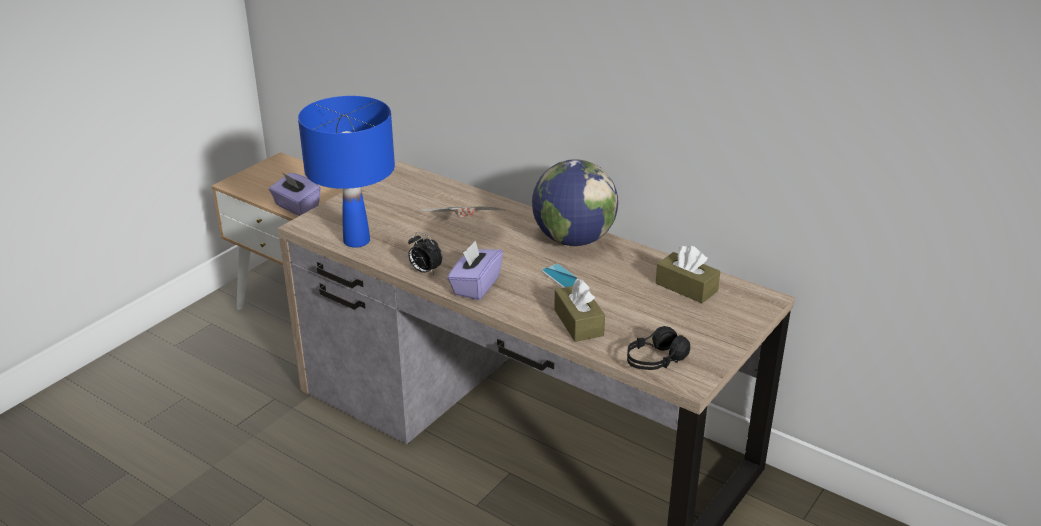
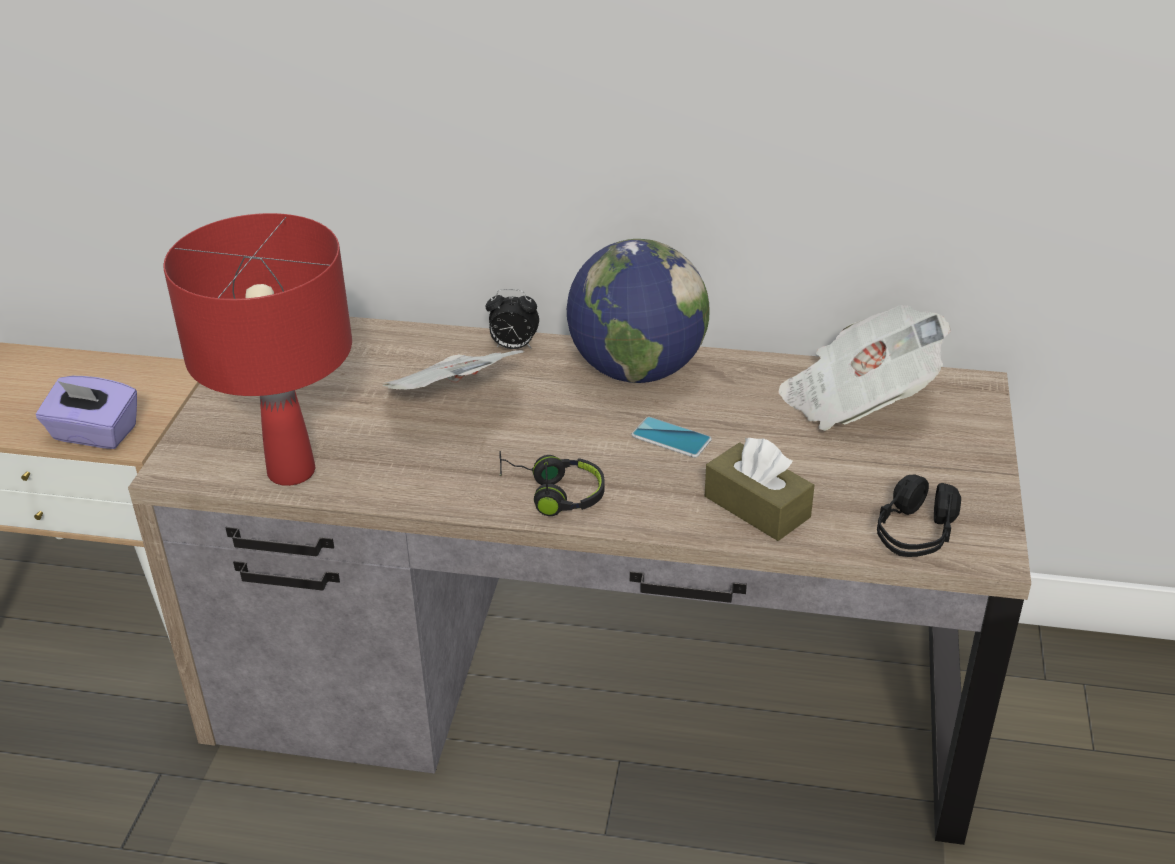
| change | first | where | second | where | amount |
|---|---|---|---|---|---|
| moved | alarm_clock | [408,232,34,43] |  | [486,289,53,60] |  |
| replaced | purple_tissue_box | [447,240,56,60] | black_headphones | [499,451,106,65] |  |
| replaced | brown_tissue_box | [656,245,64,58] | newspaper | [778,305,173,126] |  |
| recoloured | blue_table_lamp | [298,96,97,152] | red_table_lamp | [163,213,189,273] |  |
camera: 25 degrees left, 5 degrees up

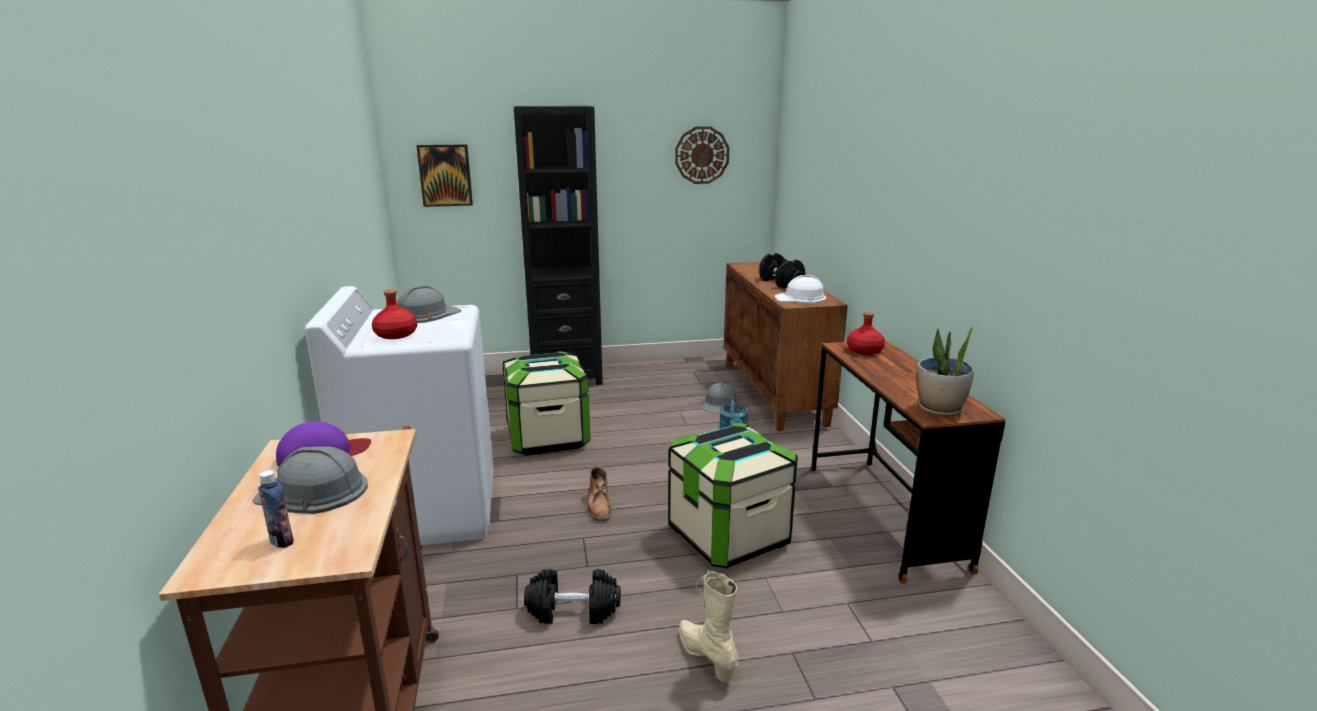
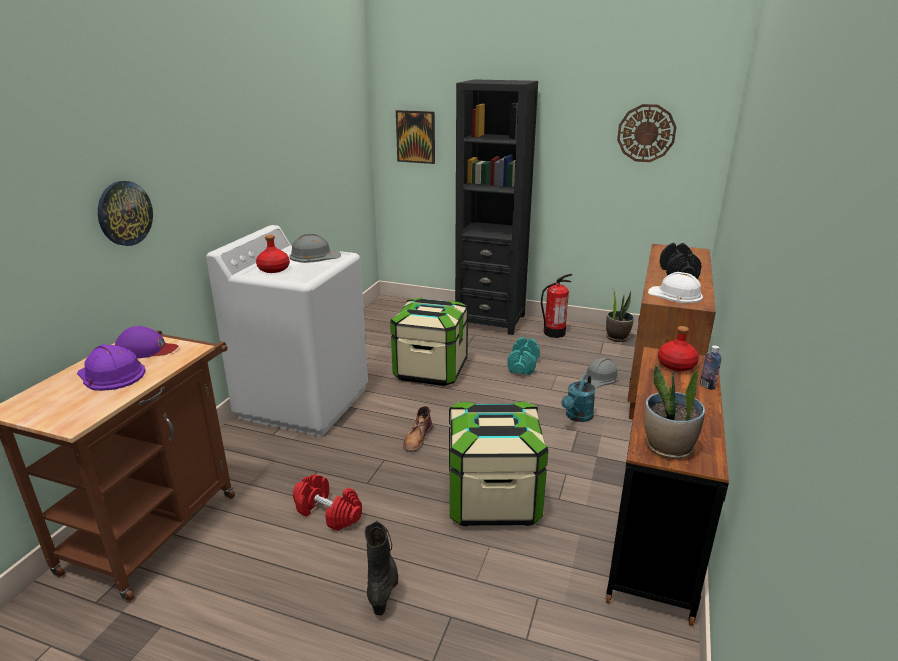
| change | first | where | second | where | amount |
|---|---|---|---|---|---|
| added |  |  | wall_clock | [98,181,55,65] |  |
| added |  |  | turquoise_dumbbell | [507,337,33,38] |  |
| added |  |  | fire_extinguisher | [541,274,31,64] |  |
| added |  |  | potted_plant | [606,289,28,53] |  |
| moved | bottle | [258,470,36,78] |  | [700,345,21,45] |  |
| recoloured | grey_hard_hat | [252,446,116,68] | purple_hard_hat | [77,344,69,47] |  |
| recoloured | black_dumbbell | [524,569,97,55] | red_dumbbell | [293,475,69,56] |  |
| recoloured | beige_boot | [679,571,60,111] | black_boot | [365,521,33,94] |  |
camera: 30 degrees right, 5 degrees up

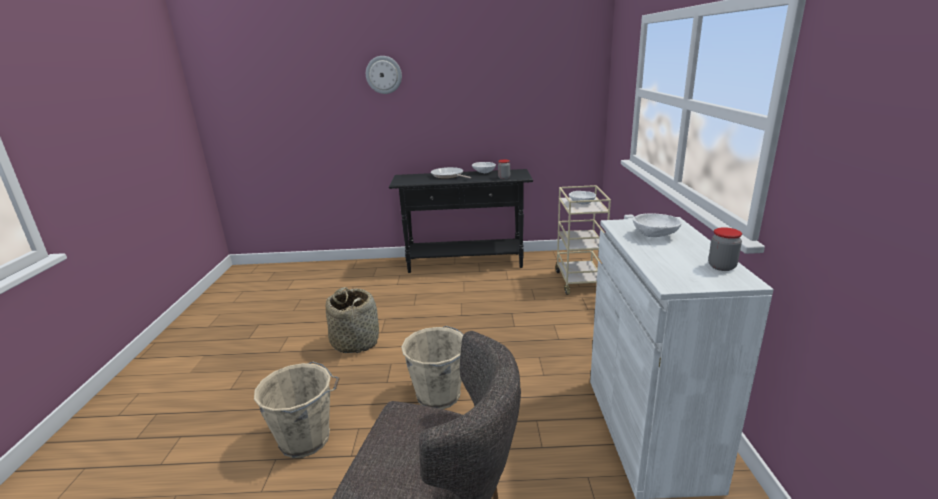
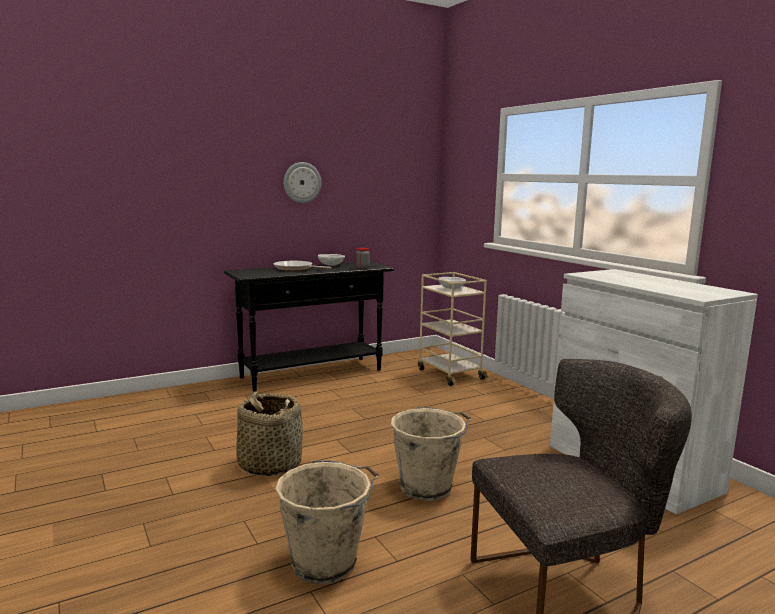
| change | first | where | second | where | amount |
|---|---|---|---|---|---|
| removed | white_bowl | [633,213,49,24] |  |  |  |
| removed | jar | [708,227,34,44] |  |  |  |
| moved | wall_clock | [366,56,36,38] |  | [284,162,37,41] |  |
camera: 30 degrees left, 10 degrees down

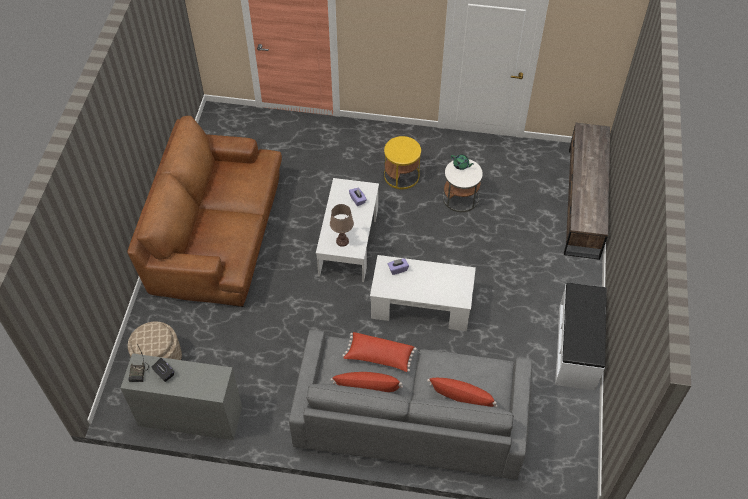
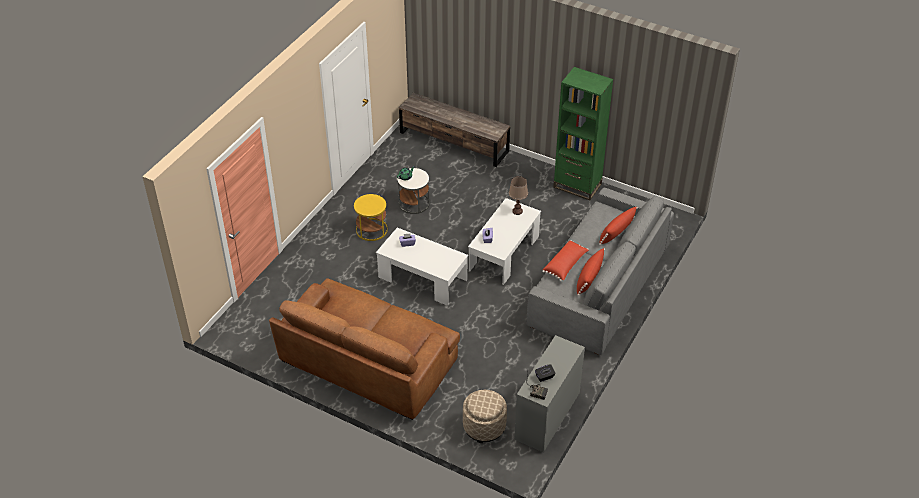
| change | first | where | second | where | amount |
|---|---|---|---|---|---|
| moved | brown_table_lamp | [330,204,24,43] |  | [509,176,19,39] |  |
| replaced | white_bench | [555,282,52,109] | green_bookcase | [553,67,60,133] |  |
camera: 70 degrees left, 10 degrees down

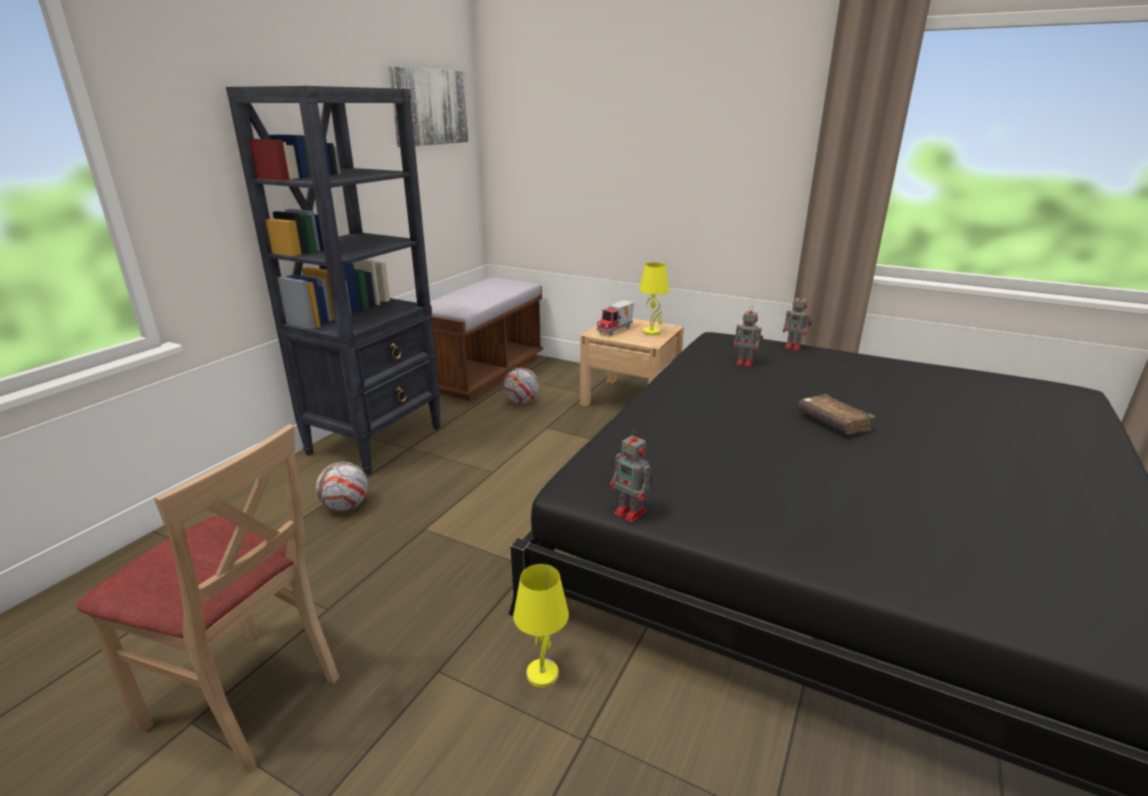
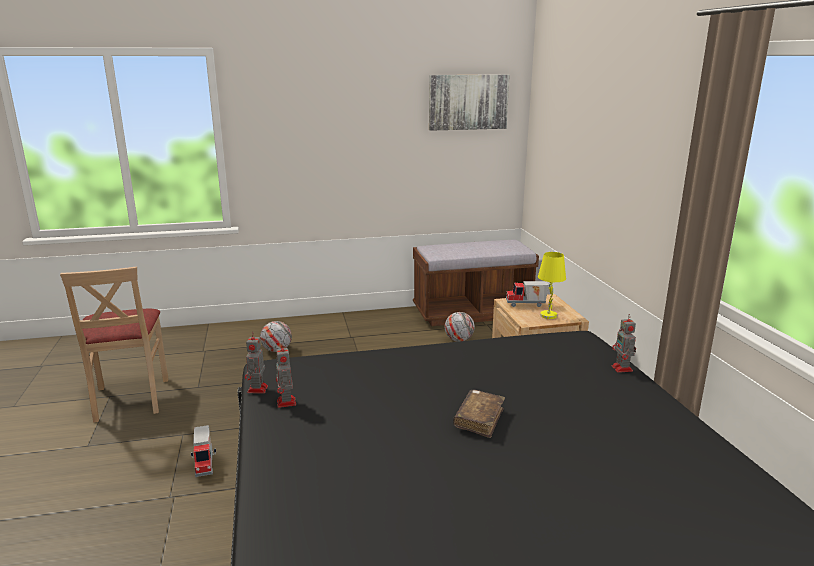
| change | first | where | second | where | amount |
|---|---|---|---|---|---|
| removed | black_bookcase | [226,86,215,389] |  |  |  |
| moved | toy_robot | [733,305,30,62] |  | [276,346,20,62] |  |
| replaced | yellow_table_lamp | [513,564,56,124] | toy_truck | [191,425,25,52] |  |
camera: 50 degrees right, 5 degrees down

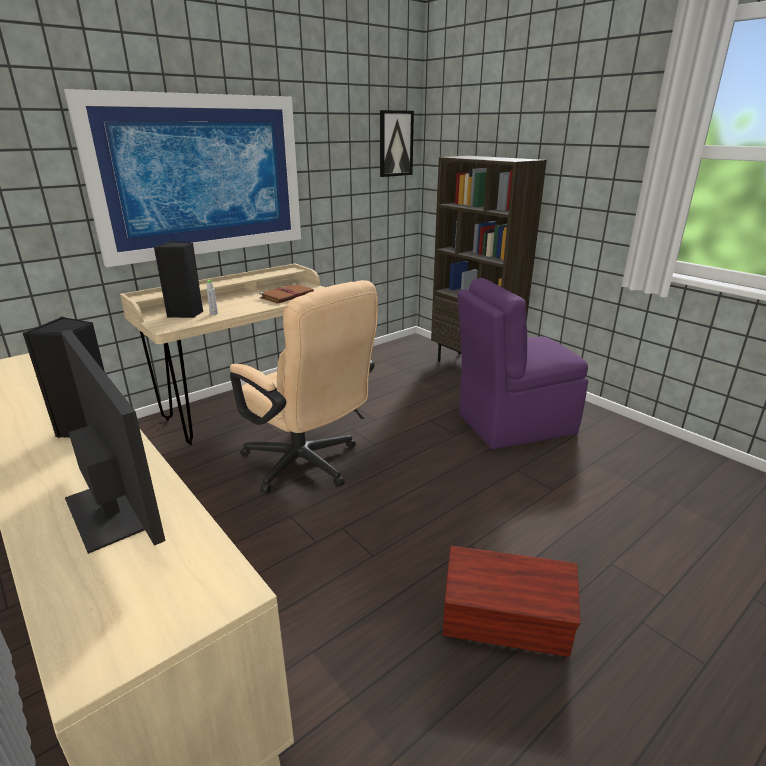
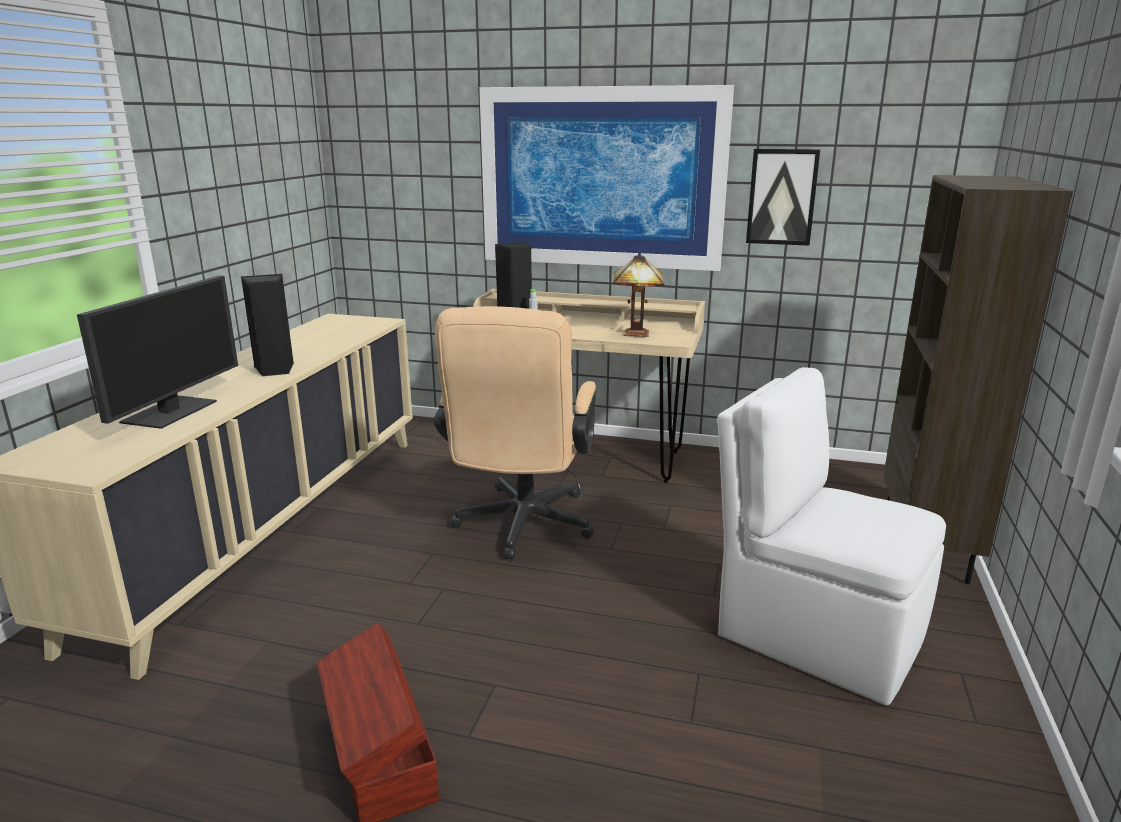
| change | first | where | second | where | amount |
|---|---|---|---|---|---|
| moved | picture | [380,110,34,67] |  | [746,149,74,97] |  |
| replaced | brown_book | [259,283,55,21] | table_lamp | [613,253,52,84] |  |
| recoloured | purple_chair | [457,278,131,171] | white_chair | [717,367,229,338] |  |
camera: 55 degrees right, 5 degrees down

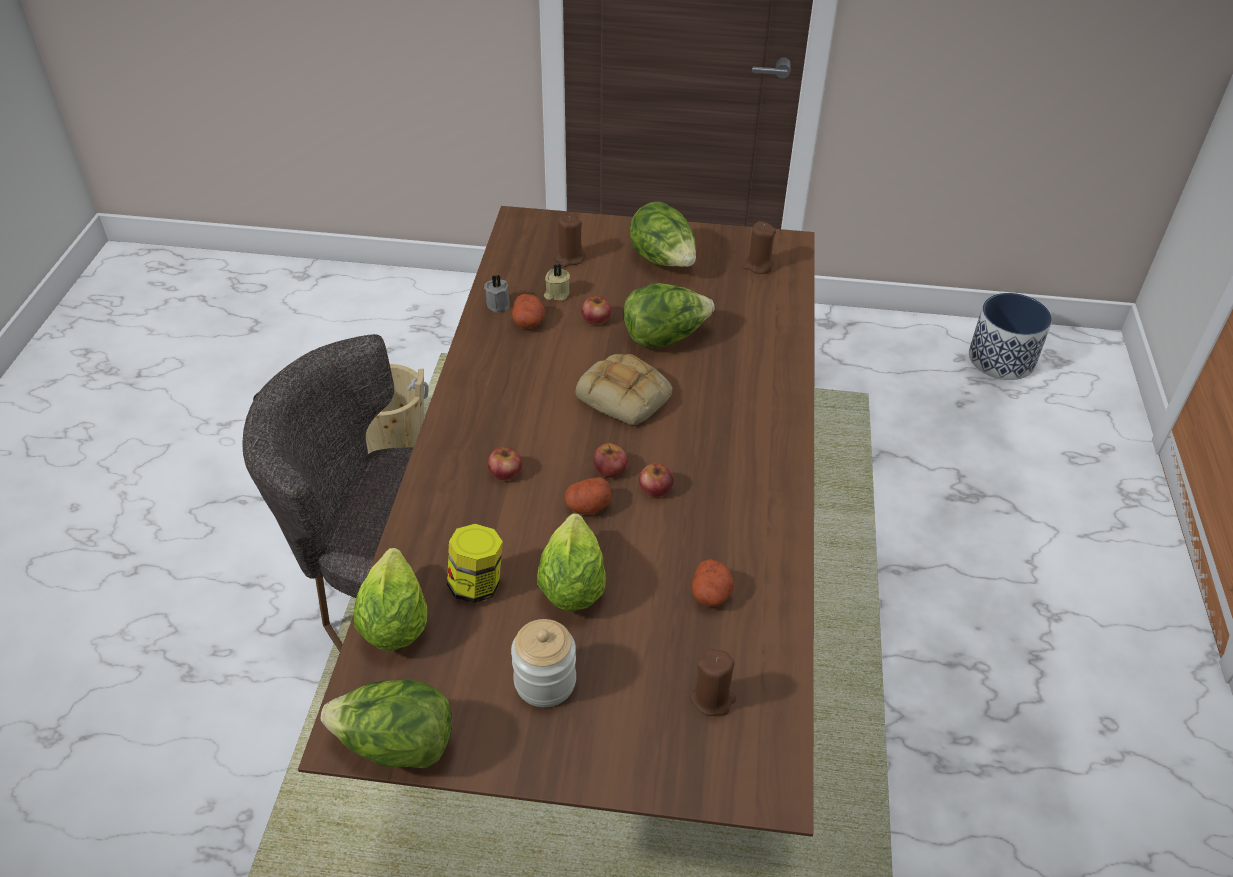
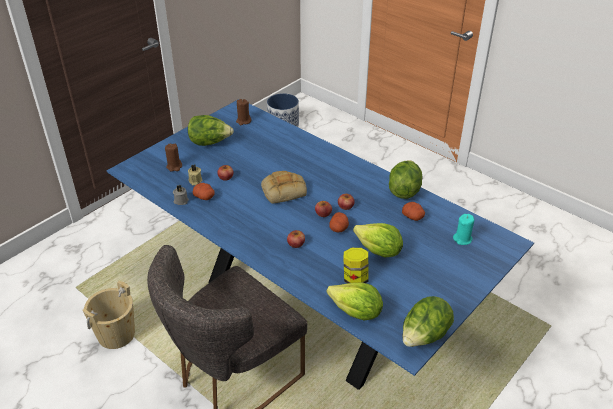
| change | first | where | second | where | amount |
|---|---|---|---|---|---|
| removed | jar | [511,619,65,88] |  |  |  |
| moved | lettuce | [624,283,91,65] |  | [389,160,34,39] |  |
| recoloured | brown_dining_table | [298,206,517,631] | blue_dining_table | [106,99,428,291] |  |
| recoloured | brown_candle | [689,649,47,67] | turquoise_candle | [453,214,21,31] |  |
camera: 55 degrees left, 5 degrees down

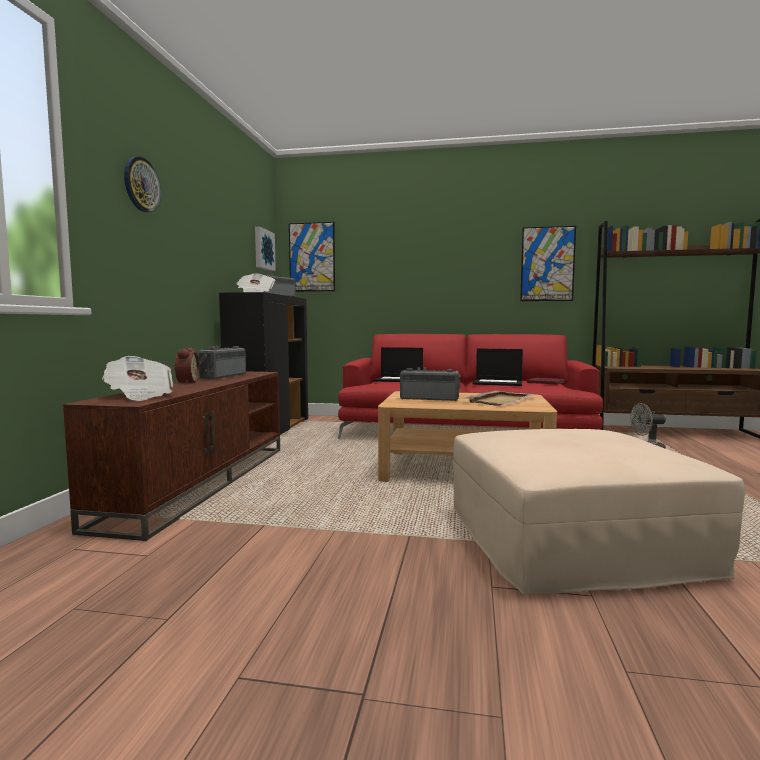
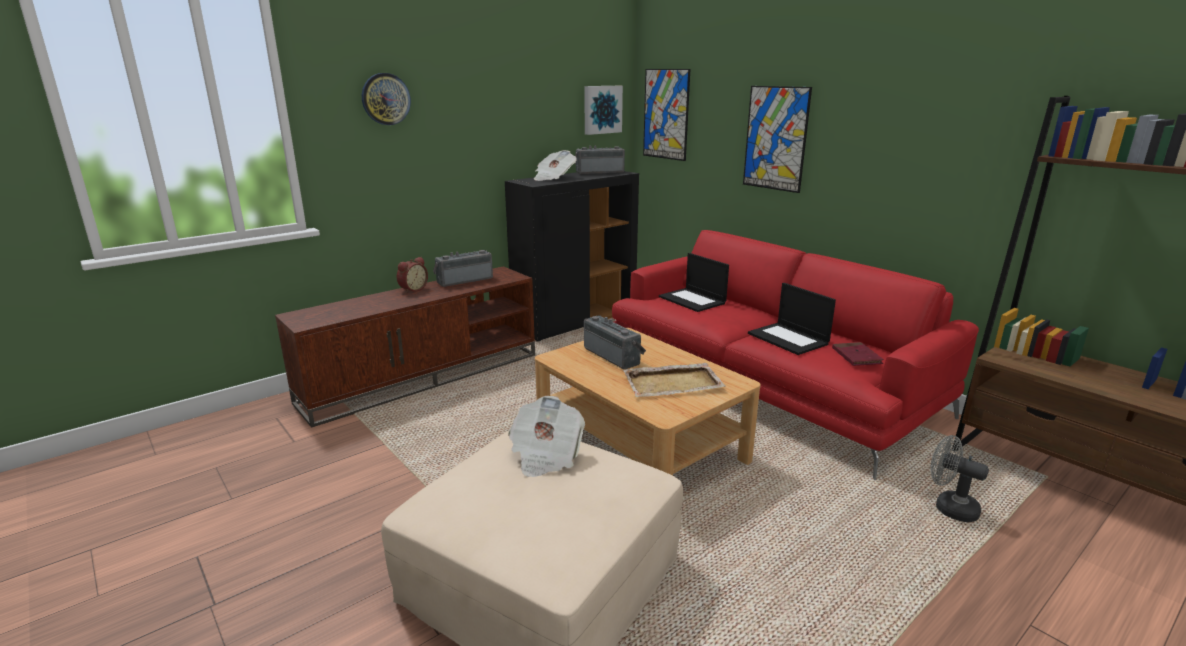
| change | first | where | second | where | amount |
|---|---|---|---|---|---|
| moved | newspaper | [102,356,71,45] |  | [508,396,77,81] |  |
| moved | picture | [520,226,56,75] |  | [743,86,69,107] |  |
camera: 40 degrees right, 15 degrees up

